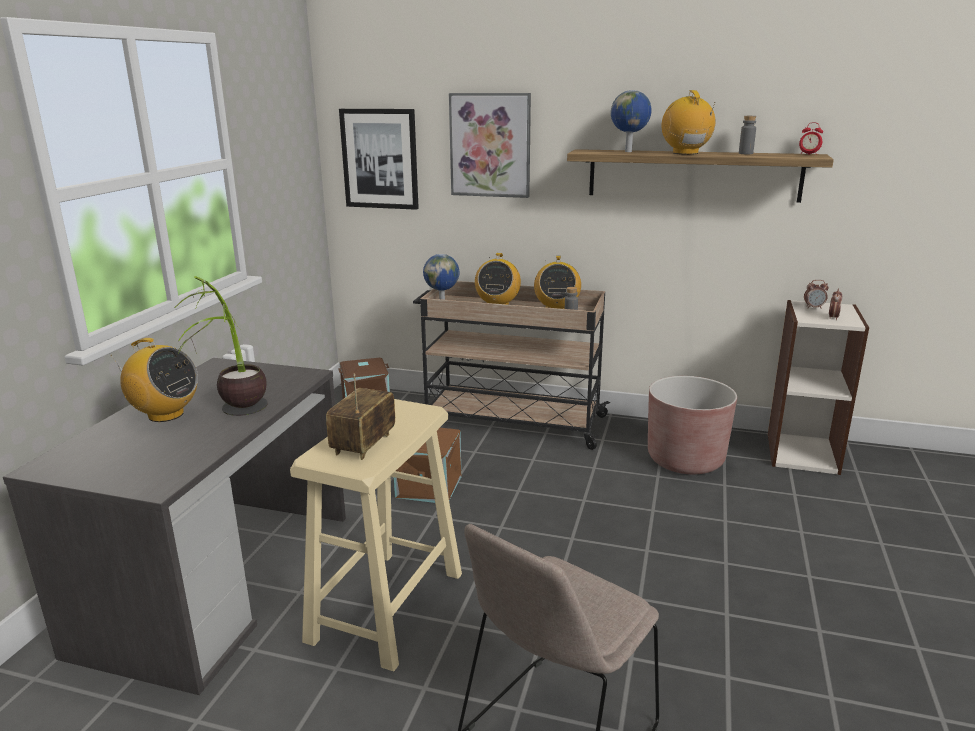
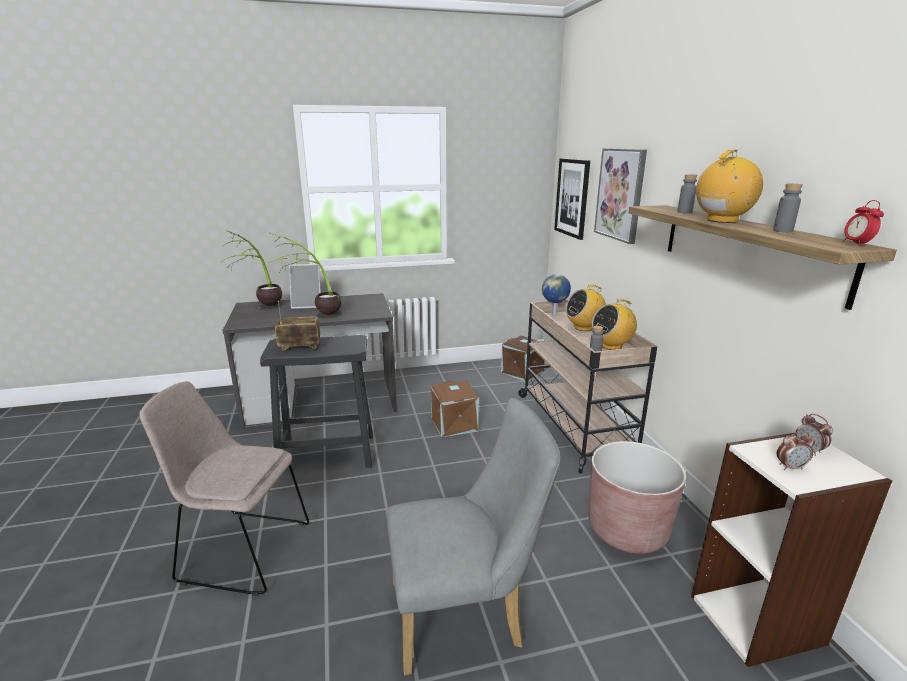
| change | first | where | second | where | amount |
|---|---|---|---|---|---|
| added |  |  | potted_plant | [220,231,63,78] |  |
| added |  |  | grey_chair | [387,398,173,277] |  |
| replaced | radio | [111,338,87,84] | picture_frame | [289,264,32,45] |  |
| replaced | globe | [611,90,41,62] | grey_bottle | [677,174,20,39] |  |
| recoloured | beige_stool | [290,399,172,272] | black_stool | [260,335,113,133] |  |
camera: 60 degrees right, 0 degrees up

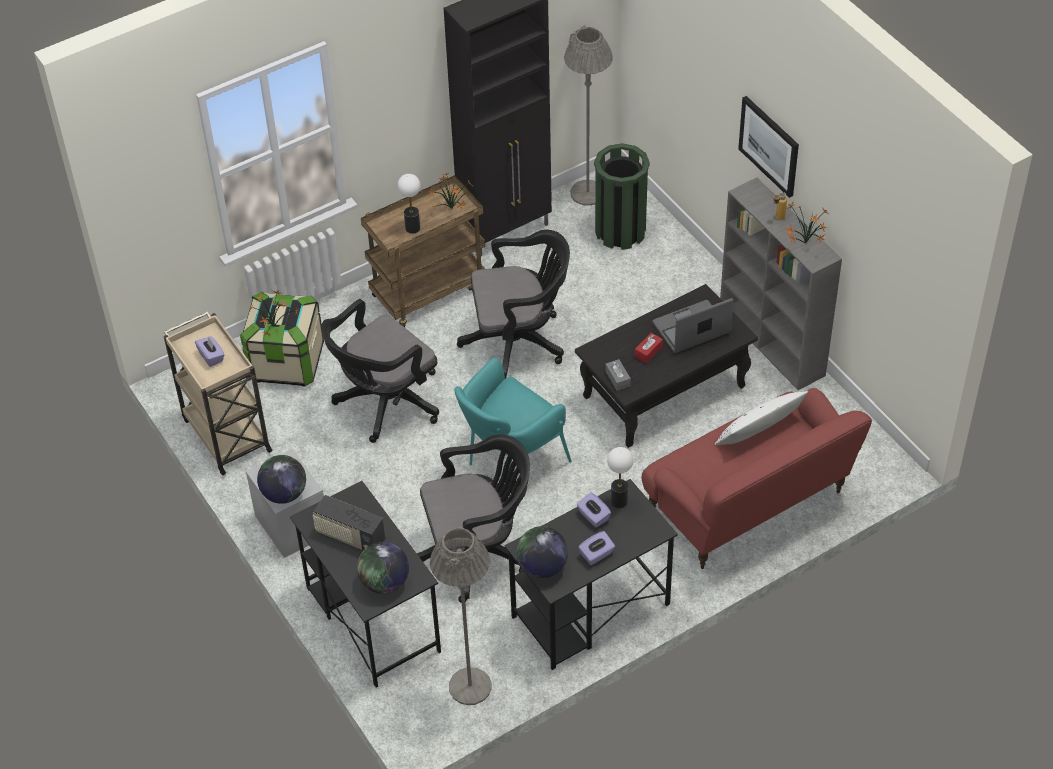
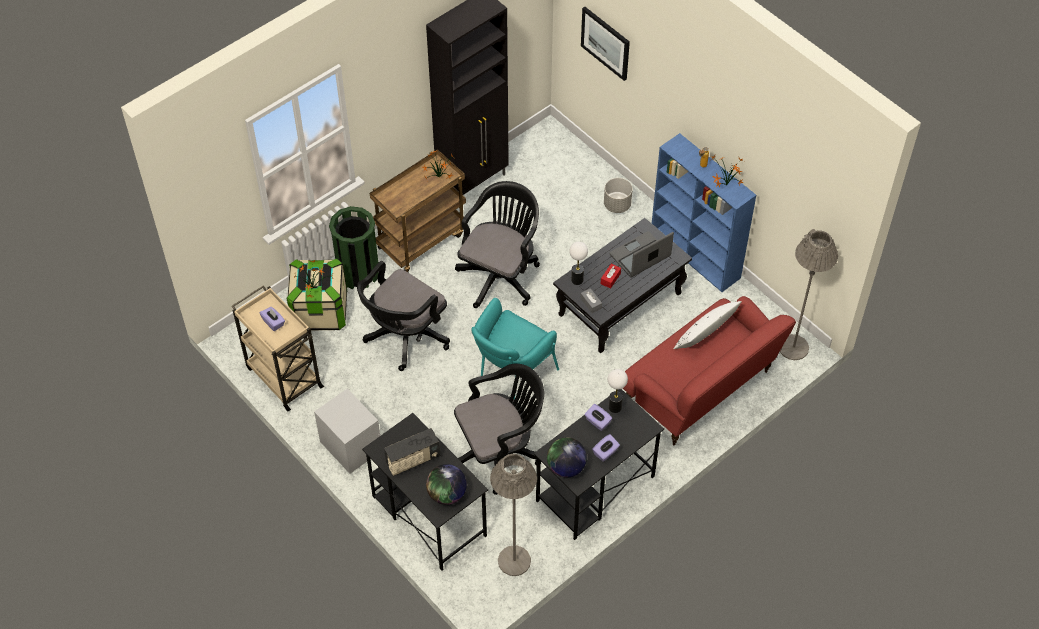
| change | first | where | second | where | amount |
|---|---|---|---|---|---|
| removed | globe | [257,455,49,49] |  |  |  |
| added |  |  | grey_planter | [604,178,29,35] |  |
| moved | table_lamp | [397,174,24,60] |  | [569,242,19,43] |  |
| moved | grey_floor_lamp | [564,25,49,181] |  | [780,229,58,131] |  |
| moved | green_trash_can | [594,143,56,107] |  | [329,206,49,83] |  |
| moved | picture | [738,96,61,102] |  | [581,7,49,74] |  |
| recoloured | grey_bookcase | [720,178,122,212] | blue_bookcase | [652,133,104,159] |  |
| turned | radio | [313,495,73,56] |  | [384,428,56,48] | 45 degrees counterclockwise |
| turned | black_office_chair | [457,229,113,150] |  | [455,181,85,127] | 45 degrees counterclockwise |
camera: 10 degrees left, 5 degrees up

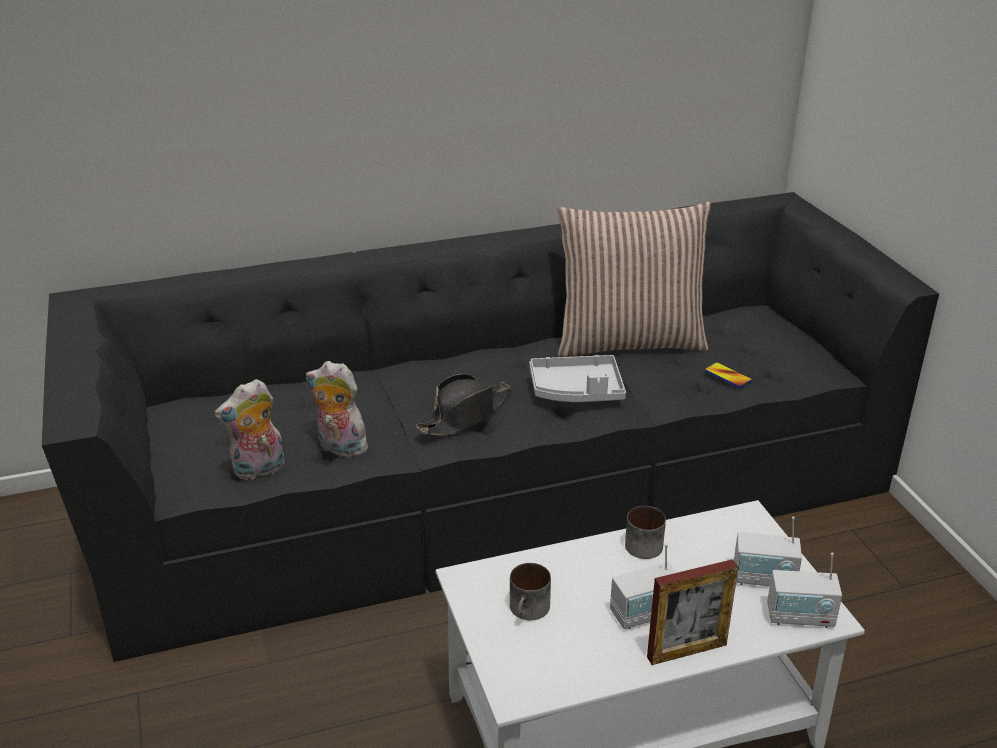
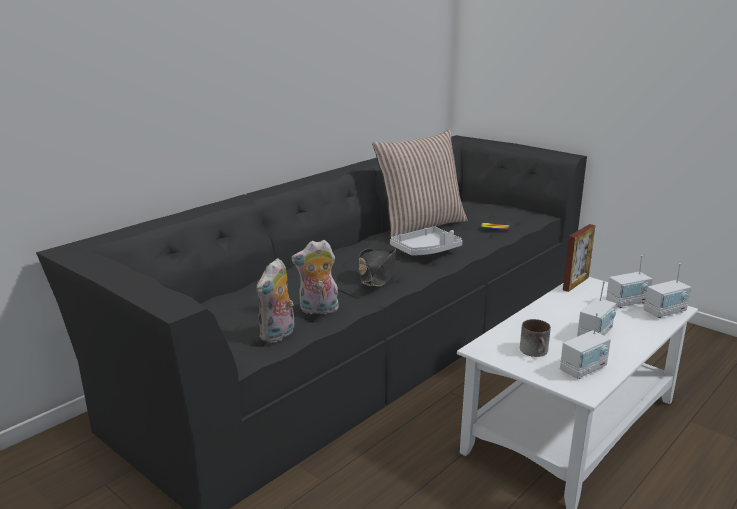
| change | first | where | second | where | amount |
|---|---|---|---|---|---|
| removed | mug | [625,506,41,53] |  |  |  |
| added |  |  | radio | [560,313,51,66] |  |
| moved | picture_frame | [647,559,91,106] |  | [563,224,32,68] |  |
camera: 30 degrees left, 10 degrees down

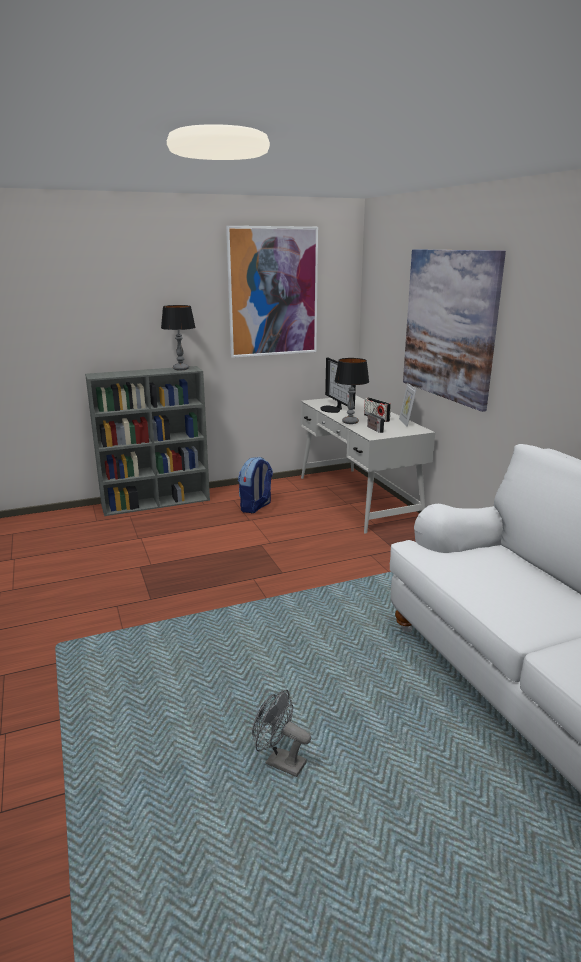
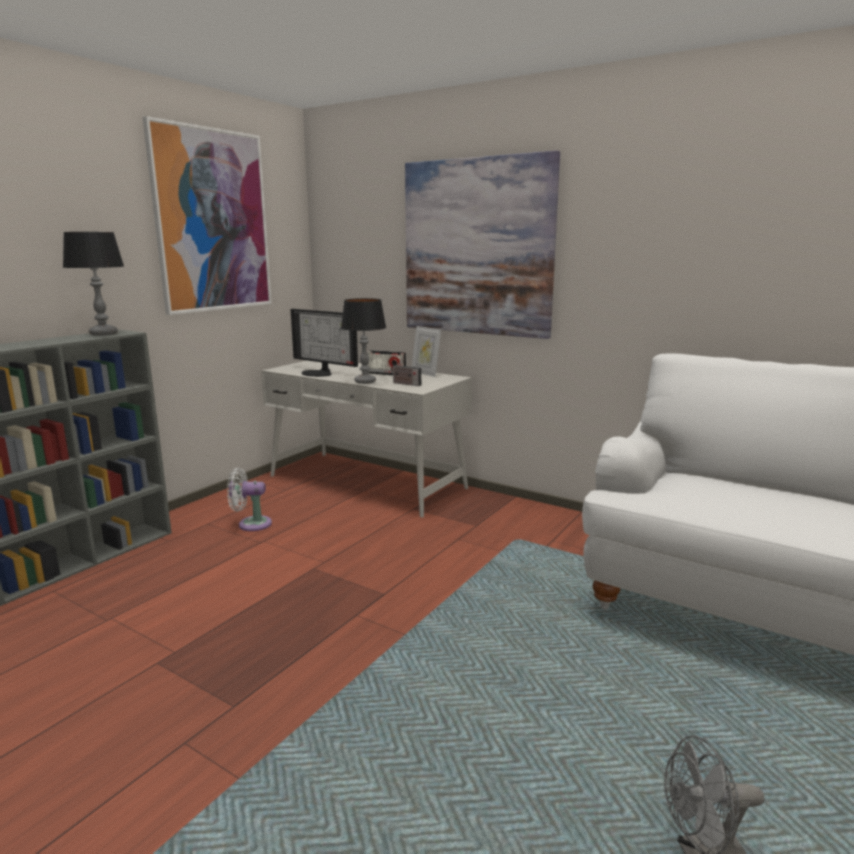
| change | first | where | second | where | amount |
|---|---|---|---|---|---|
| replaced | backpack | [238,457,35,56] | white_fan | [227,468,45,63] |  |
camera: 35 degrees left, 5 degrees down

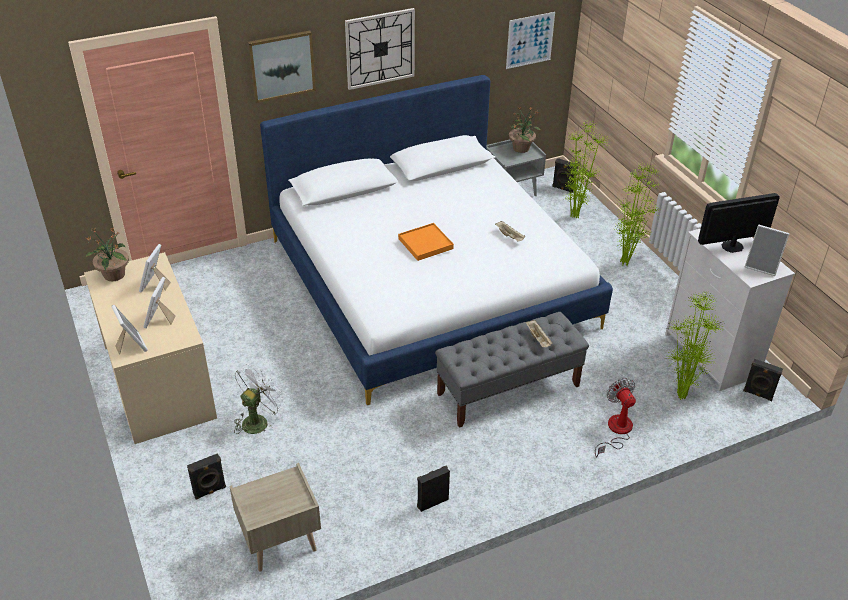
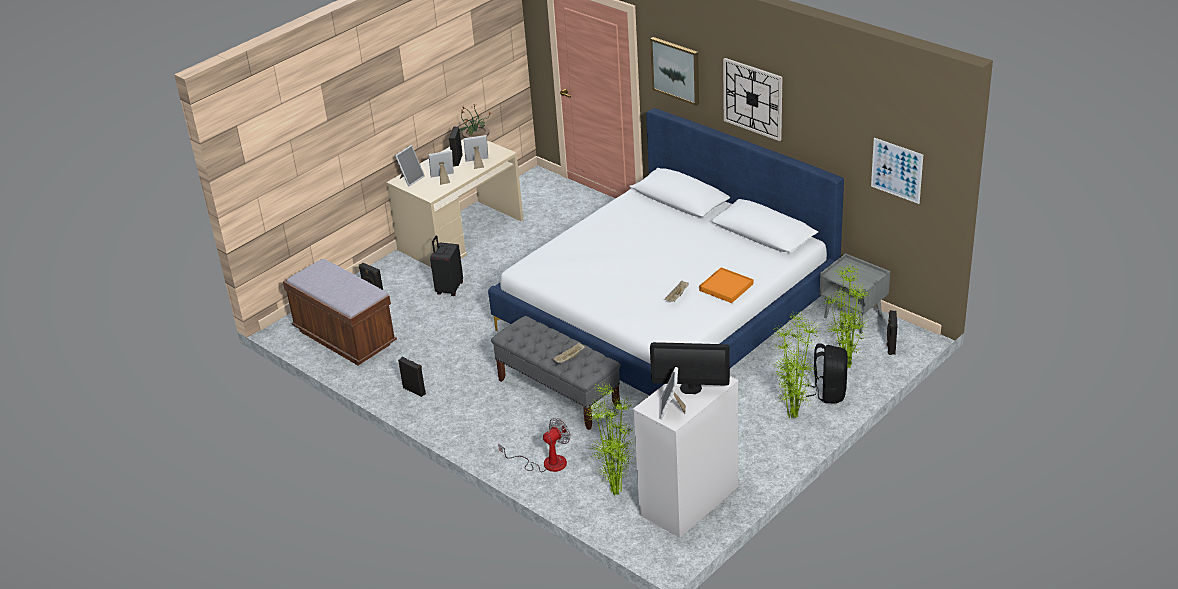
| change | first | where | second | where | amount |
|---|---|---|---|---|---|
| removed | potted_plant | [509,107,31,46] |  |  |  |
| added |  |  | black_backpack | [806,343,42,60] |  |
| moved | orange_tray | [398,223,56,38] |  | [699,267,54,36] |  |
| moved | black_speaker | [743,359,40,42] |  | [449,126,14,40] |  |
| replaced | beige_nightstand | [229,463,92,109] | brown_bench | [283,259,114,106] |  |
| replaced | white_fan | [234,364,51,70] | black_suitcase | [430,236,33,60] |  |
| turned | monitor | [698,193,81,60] |  | [650,342,80,52] | 135 degrees clockwise |
camera: 70 degrees right, 5 degrees down

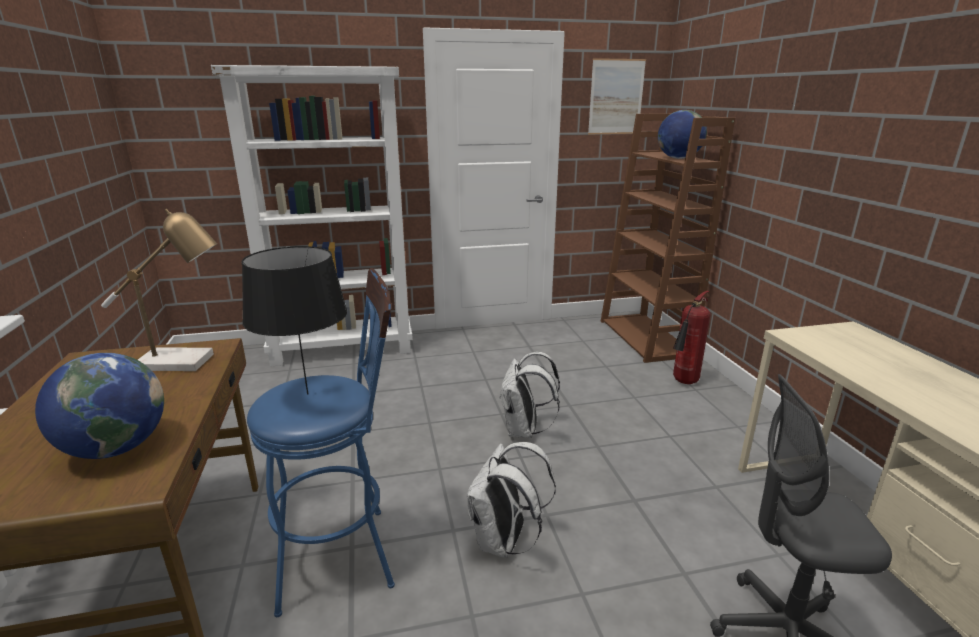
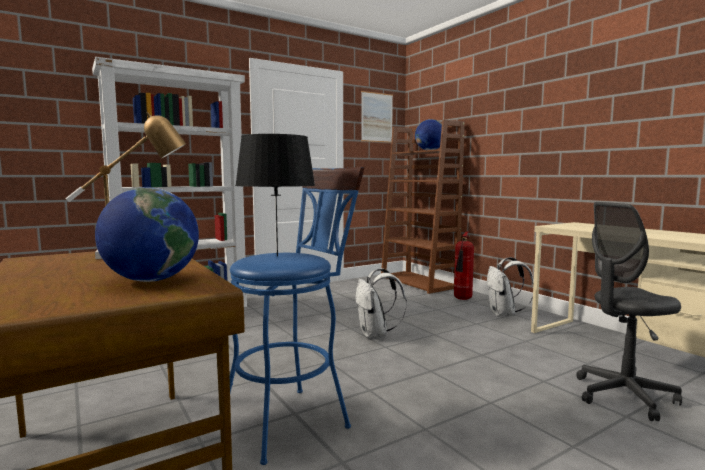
| change | first | where | second | where | amount |
|---|---|---|---|---|---|
| moved | white_backpack | [467,442,89,116] |  | [486,257,48,60] |  |
camera: 20 degrees left, 15 degrees down

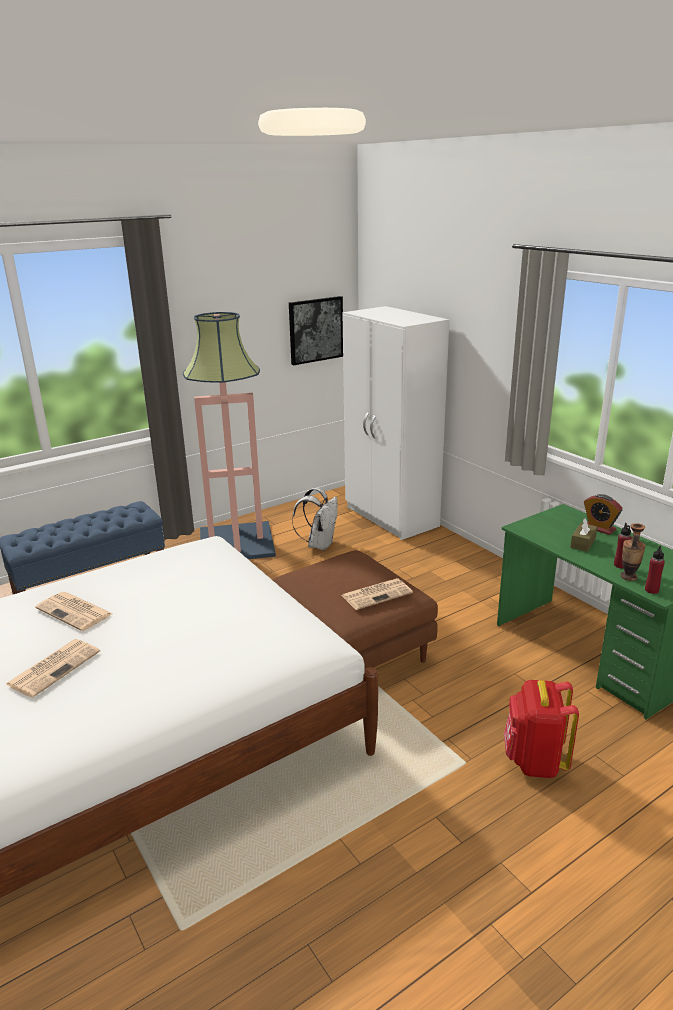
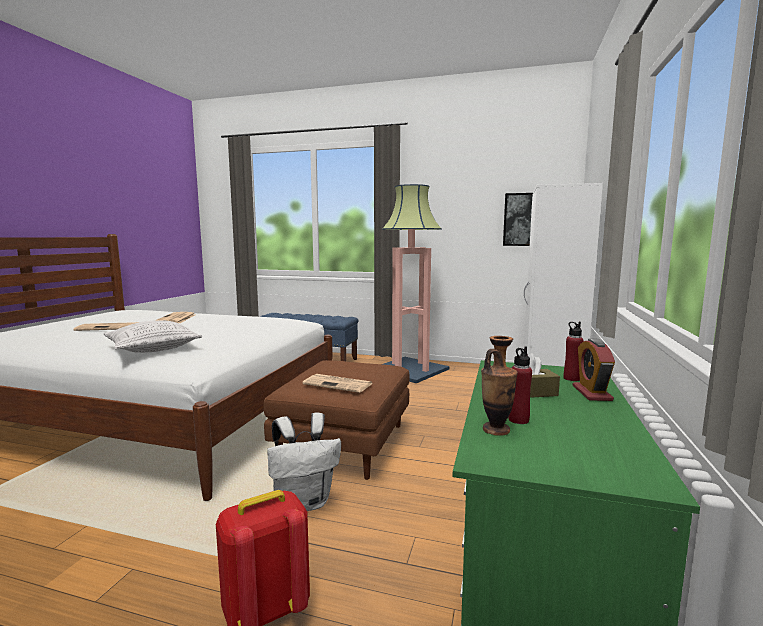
| change | first | where | second | where | amount |
|---|---|---|---|---|---|
| added |  |  | pillow | [103,320,99,33] |  |
| moved | white_backpack | [292,488,46,62] |  | [267,412,74,99] |  |
| moved | red_bottle | [645,546,20,48] |  | [564,322,19,59] |  |
camera: 50 degrees right, 15 degrees down

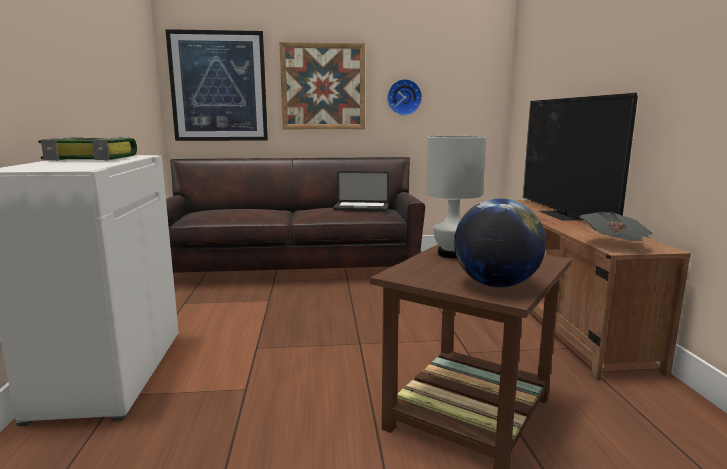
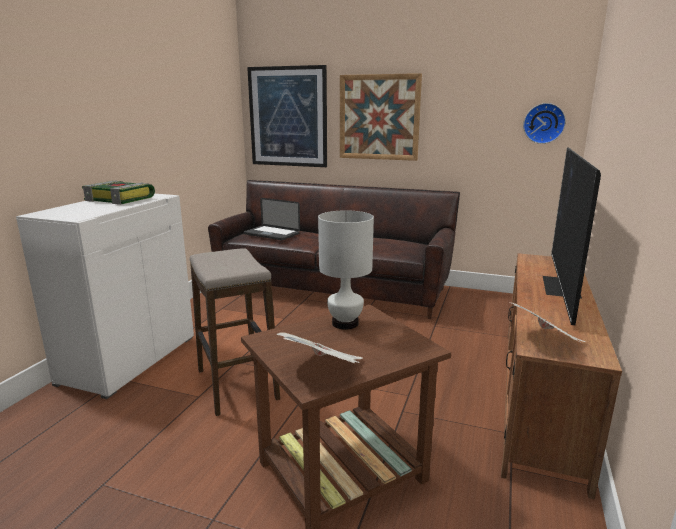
| change | first | where | second | where | amount |
|---|---|---|---|---|---|
| added |  |  | stool | [189,248,91,168] |  |
| moved | laptop | [333,171,56,40] |  | [244,198,56,42] |  |
| moved | wall_clock | [387,79,35,37] |  | [523,103,43,41] |  |
| replaced | globe | [454,198,92,89] | newspaper | [276,332,87,32] |  |
camera: 25 degrees right, 5 degrees up

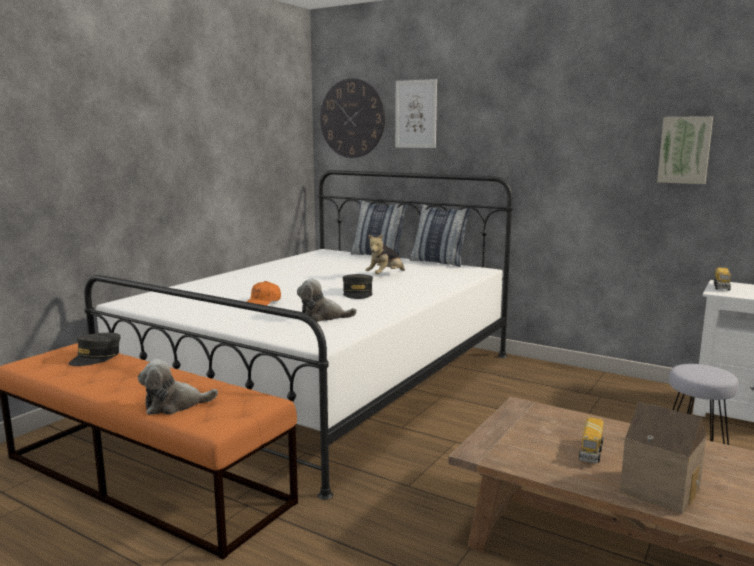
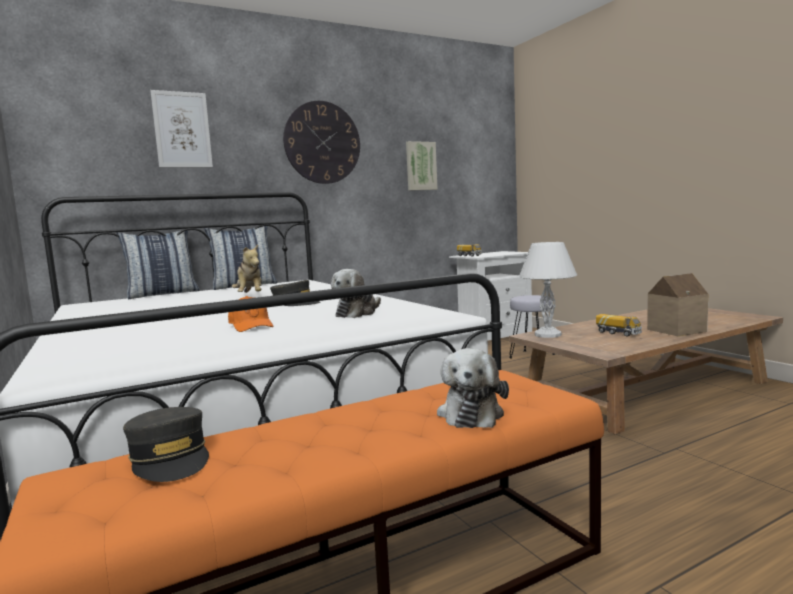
| change | first | where | second | where | amount |
|---|---|---|---|---|---|
| added |  |  | white_table_lamp | [519,242,58,96] |  |
| moved | wall_clock | [320,78,65,80] |  | [283,101,77,83] |  |
camera: 60 degrees left, 5 degrees down

